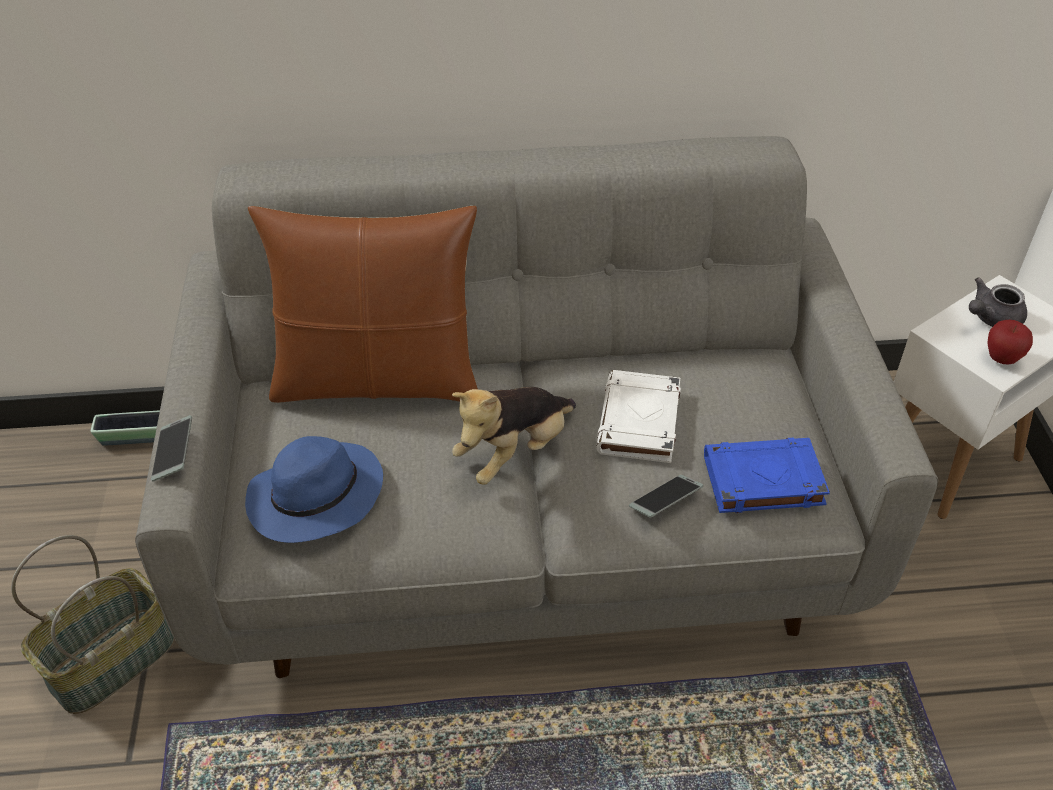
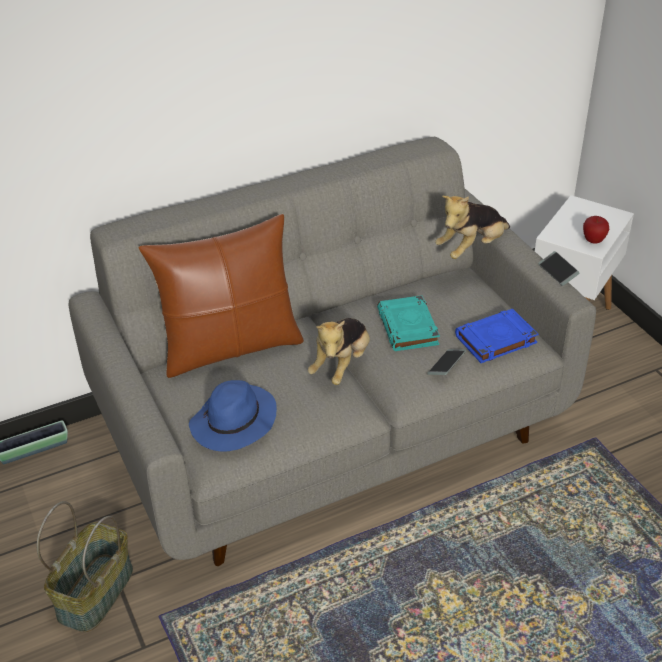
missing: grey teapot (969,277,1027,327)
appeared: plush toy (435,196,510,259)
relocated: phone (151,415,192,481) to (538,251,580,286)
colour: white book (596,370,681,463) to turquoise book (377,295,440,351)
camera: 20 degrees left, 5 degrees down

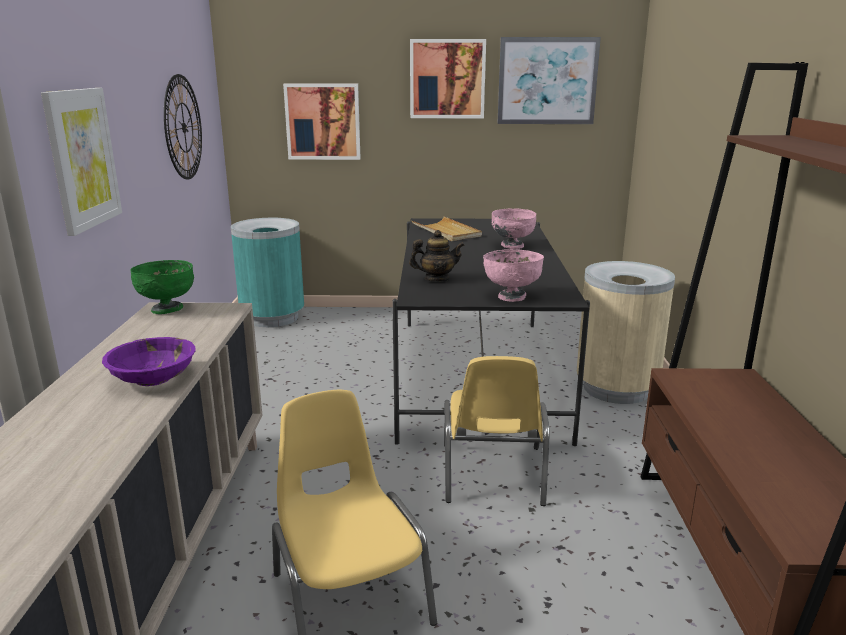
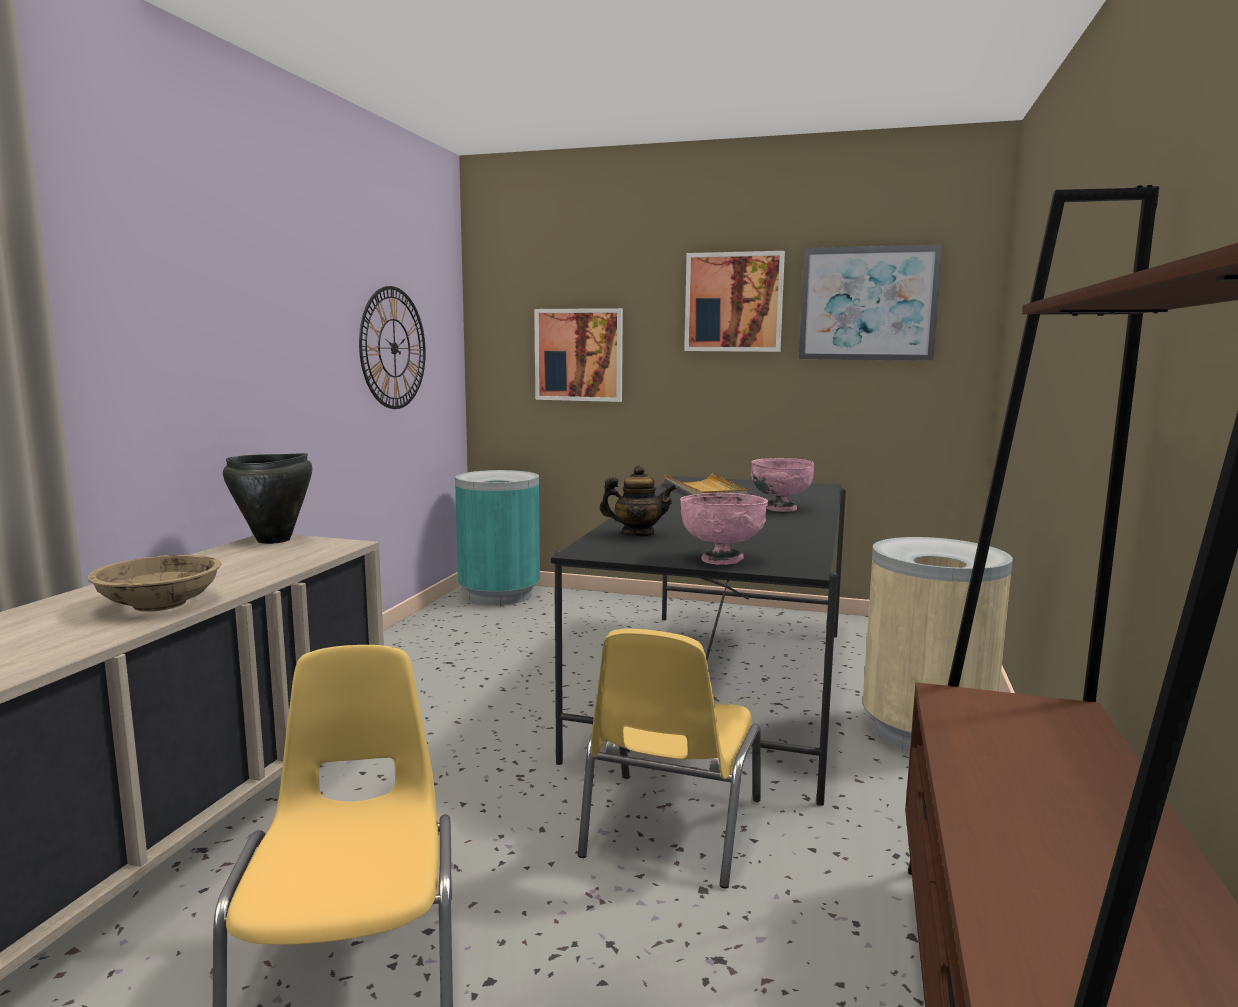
missing: picture (41,88,122,236)
exchanged: green bowl (130,260,194,314) to black cooking pot (223,453,312,544)
colour: purple bowl (102,337,195,386) to beige bowl (88,555,221,612)
camera: 15 degrees right, 10 degrees down

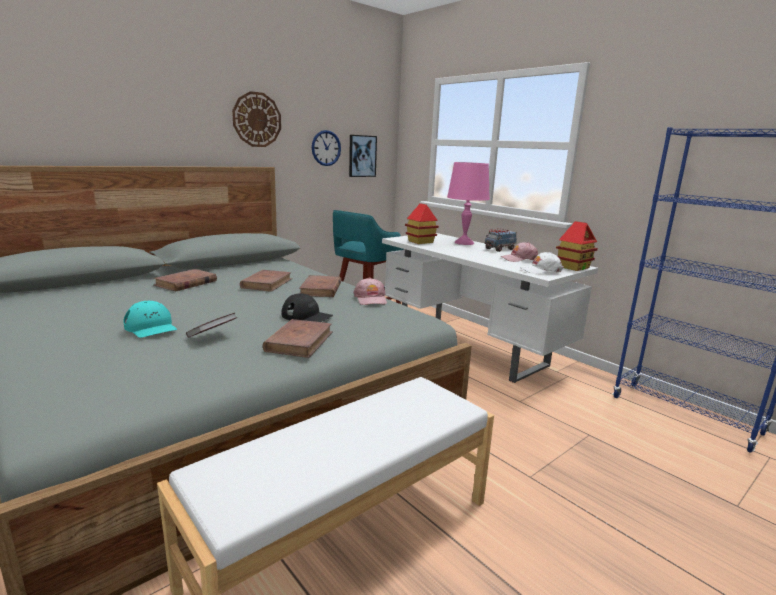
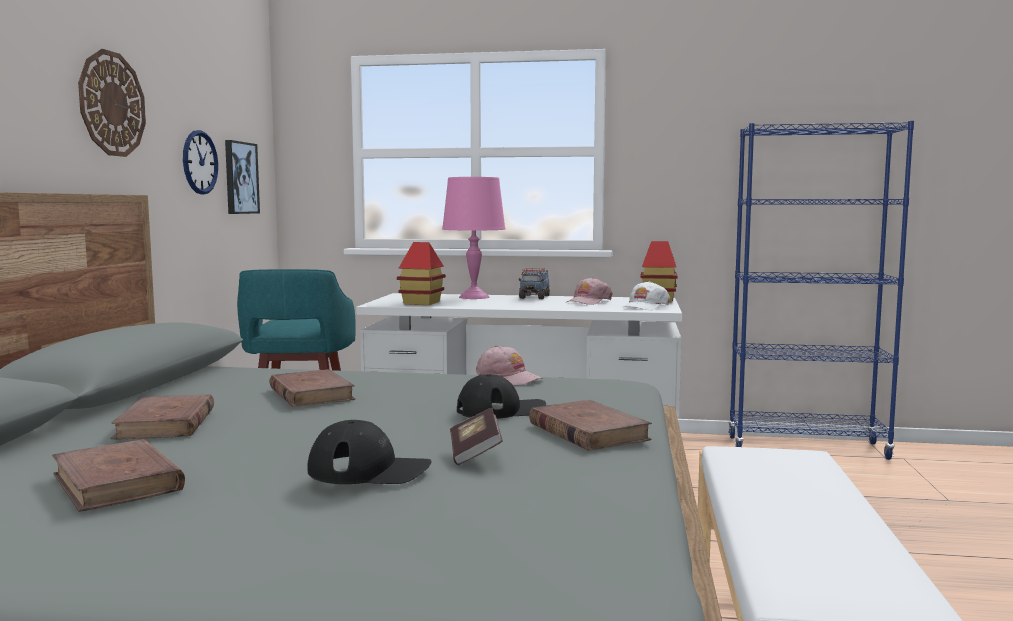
relocated: brown book (299,275,341,297) to (52,439,185,512)
colour: turquoise cap (123,301,177,338) to black cap (307,420,432,484)
camera: 40 degrees left, 10 degrees down

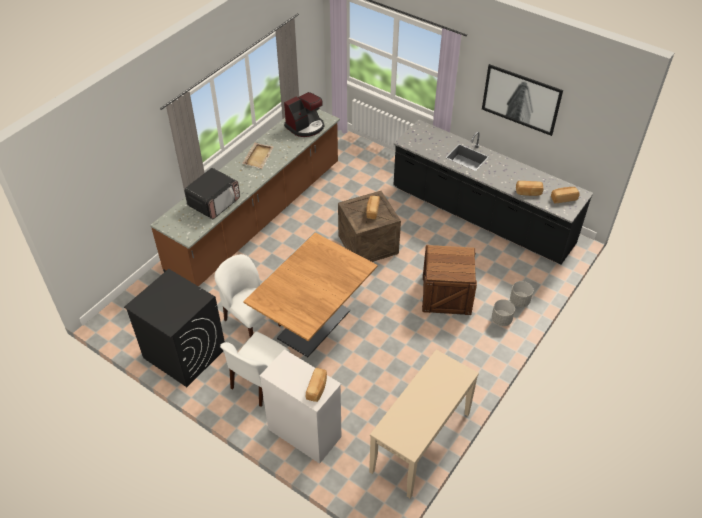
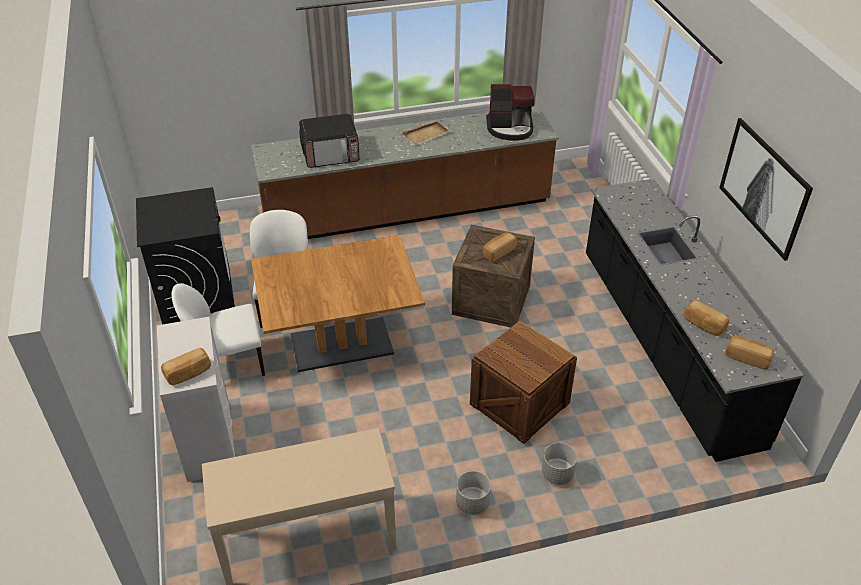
relocated: grey planter (510,281,533,307) to (456,471,491,515)
camera: 40 degrees right, 5 degrees down

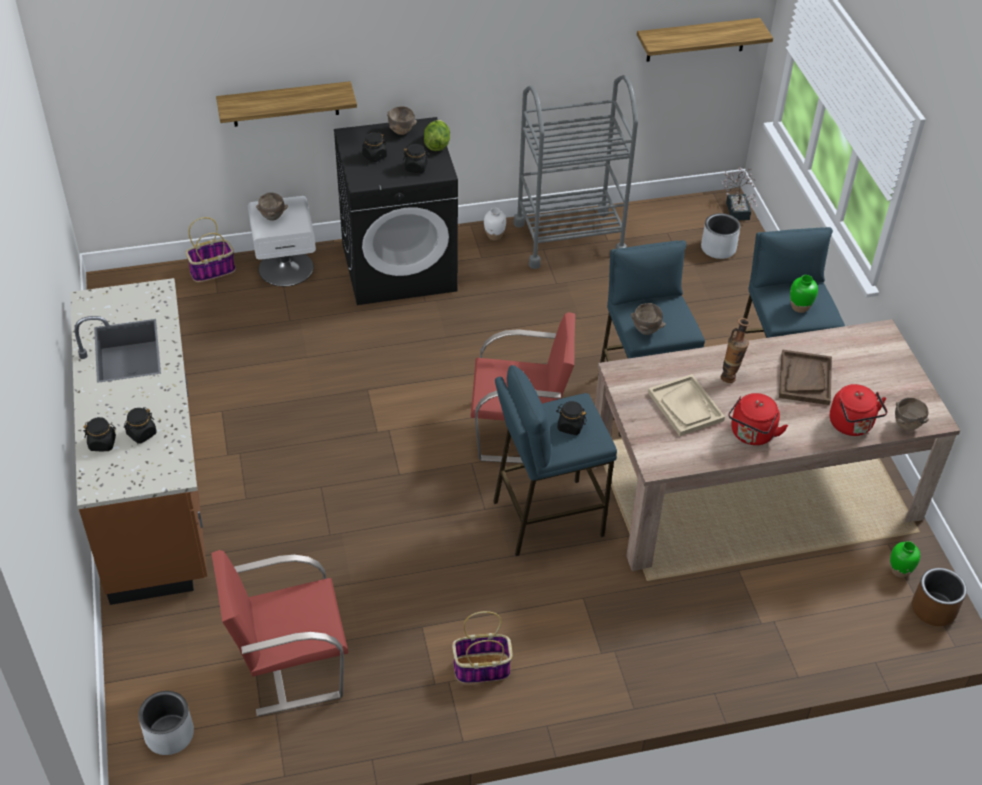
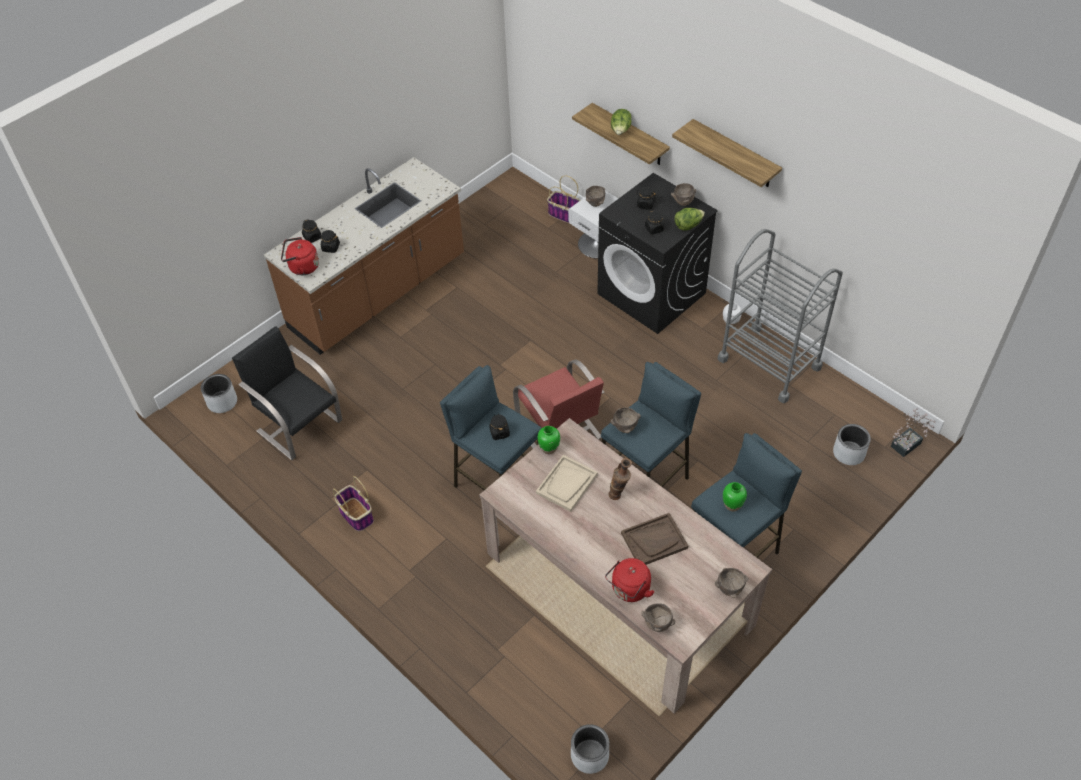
appeared: lettuce (611,109,631,135); brown bowl (715,568,749,598)
relocated: shelf (637,18,773,62) to (672,119,782,187); red kettle (728,393,788,445) to (281,237,319,275); green vase (890,541,920,577) to (537,426,560,454)
colour: red chair (211,550,348,716) to black chair (232,326,342,460); brown planter (912,568,967,626) to grey planter (571,724,609,774)
camera: 60 degrees right, 5 degrees up

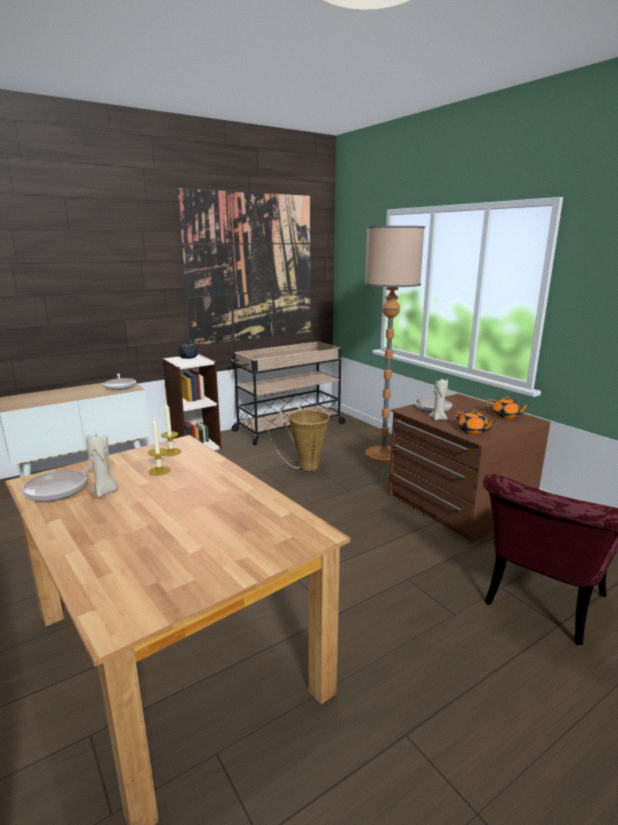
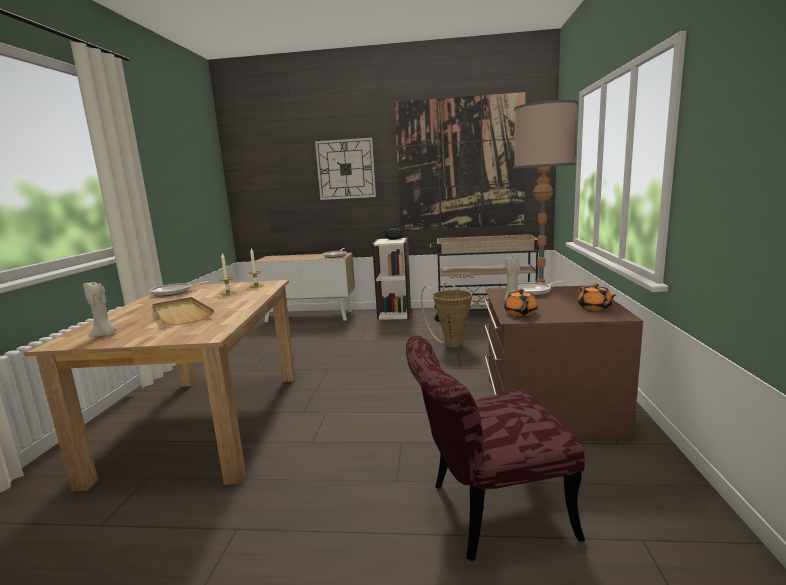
appeared: wall clock (315,138,376,200); beige tray (152,297,214,326)
relocated: beige candle (86,434,118,498) to (83,282,117,337)
camera: 40 degrees right, 5 degrees down

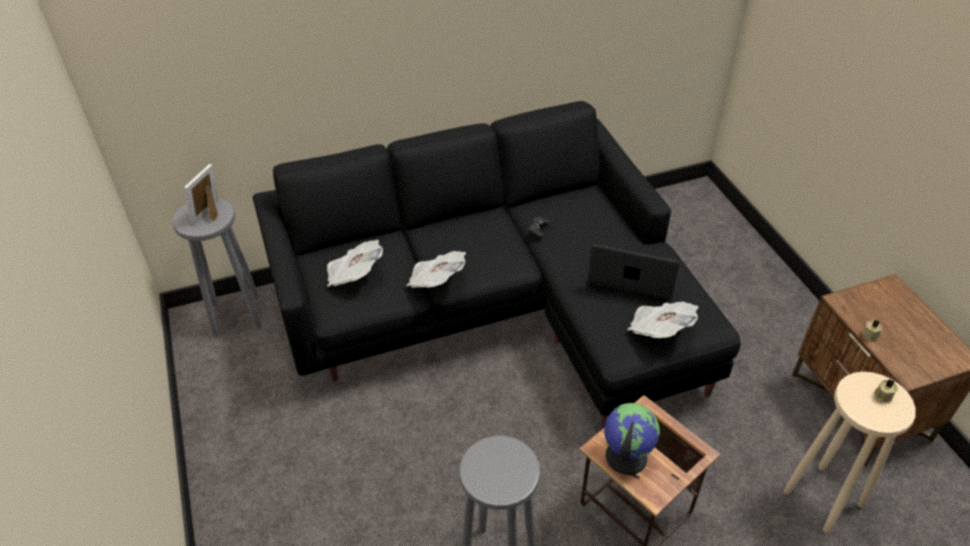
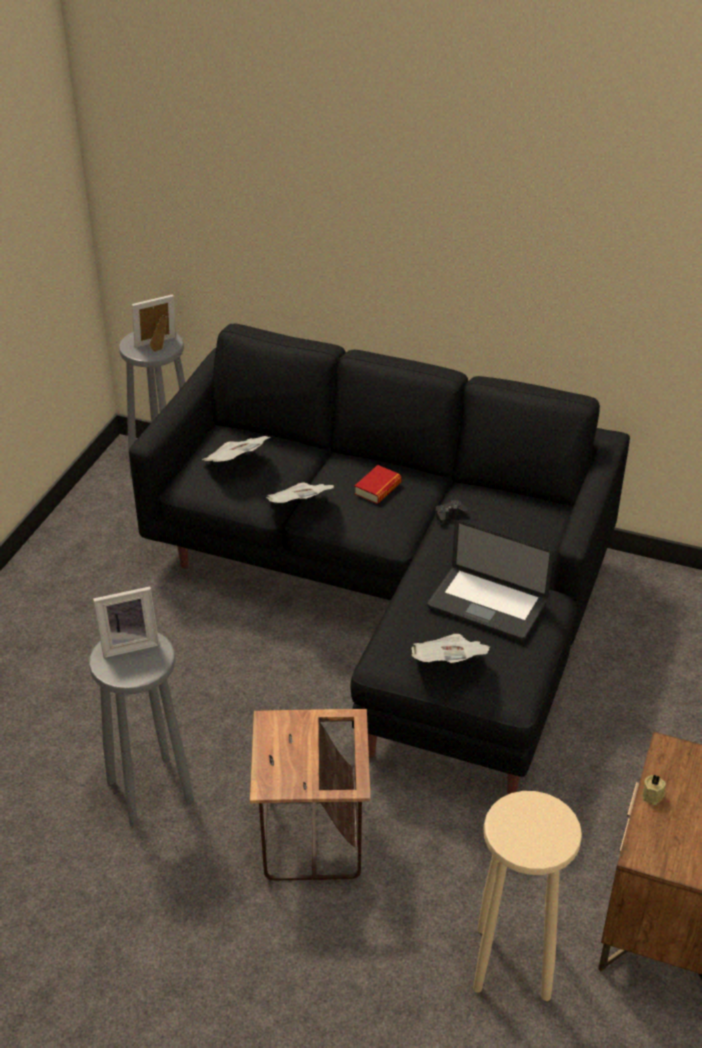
missing: beige candle (875,379,898,403); globe (604,403,660,475)
appeared: book (355,465,402,504); picture frame (93,586,159,658)
spun: laptop (588,245,679,300) = (427,520,554,641) 150 degrees clockwise
camera: 40 degrees right, 5 degrees down

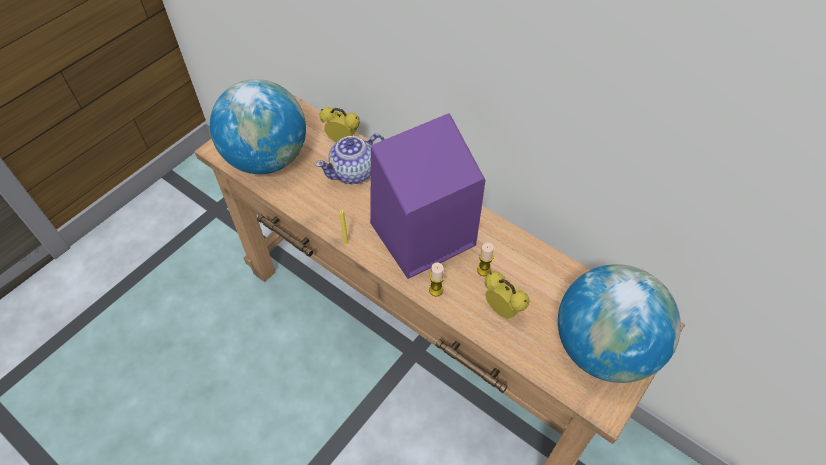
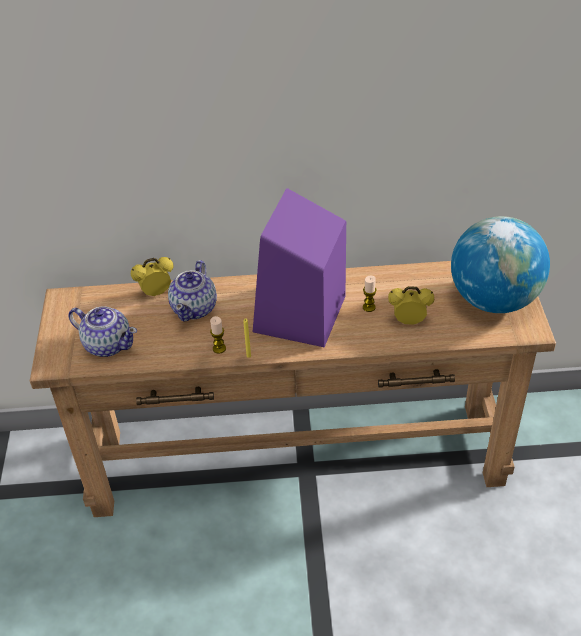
relocated: candle (429,262,444,296) to (210,316,226,354)
exchanged: globe (210,79,306,174) to teapot (69,307,137,357)
camera: 40 degrees left, 10 degrees down

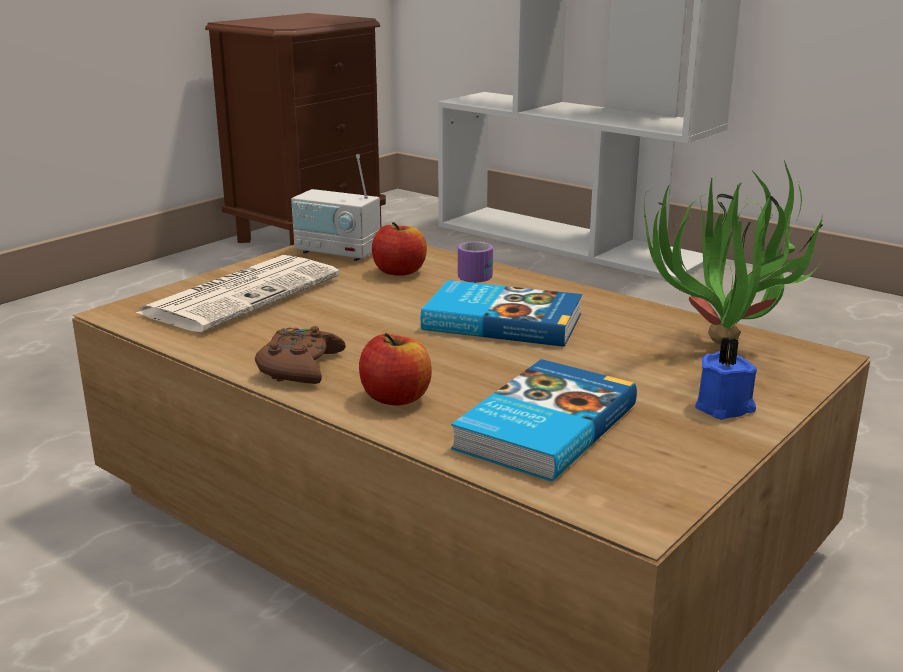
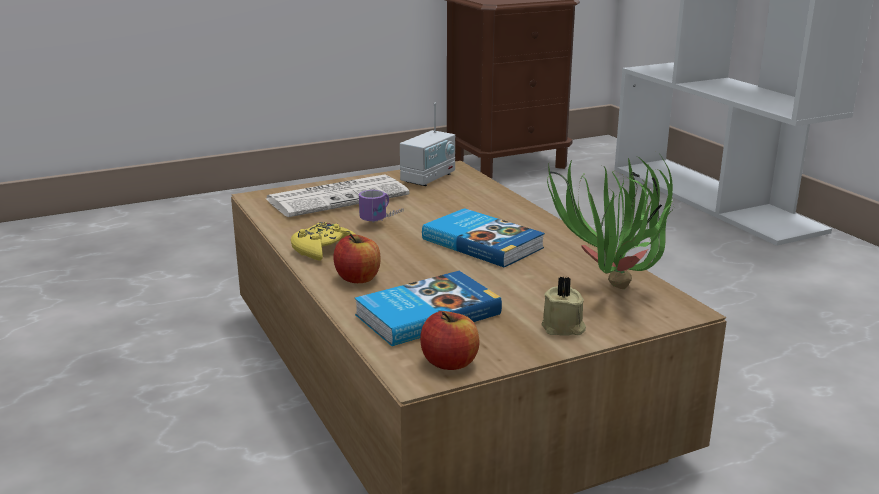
relocated: apple (372,222,427,276) to (420,311,480,370); mug (458,241,493,283) to (359,190,404,222)
colour: brown game controller (255,326,346,384) to yellow game controller (291,222,356,261); blue candle (695,337,757,420) to beige candle (541,277,586,336)
spun: radio (291,154,380,261) = (400,103,455,186) 105 degrees counterclockwise
camera: 25 degrees right, 0 degrees up

